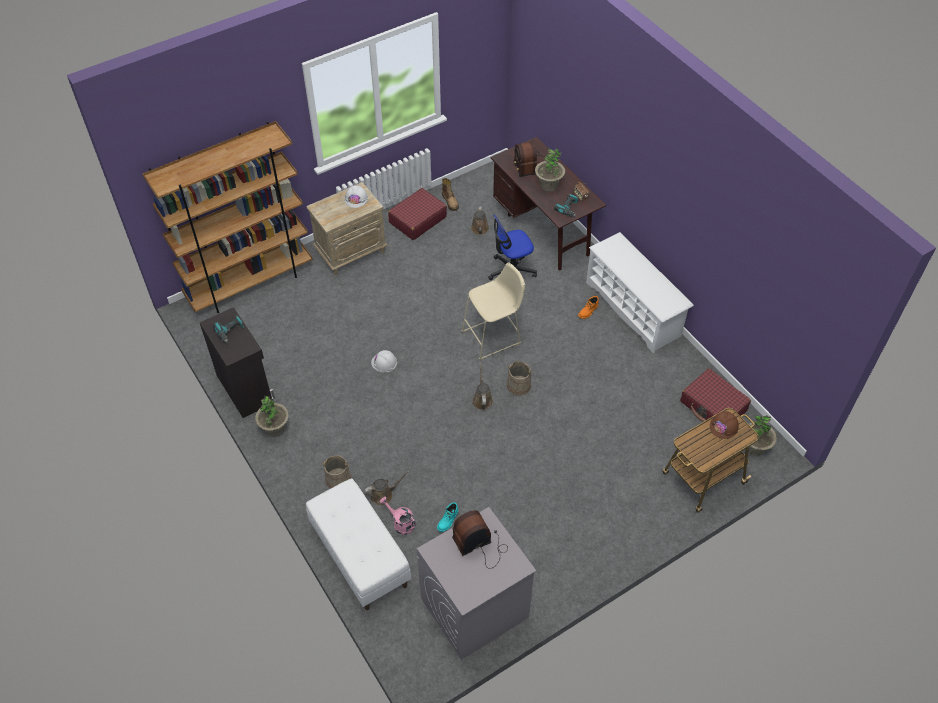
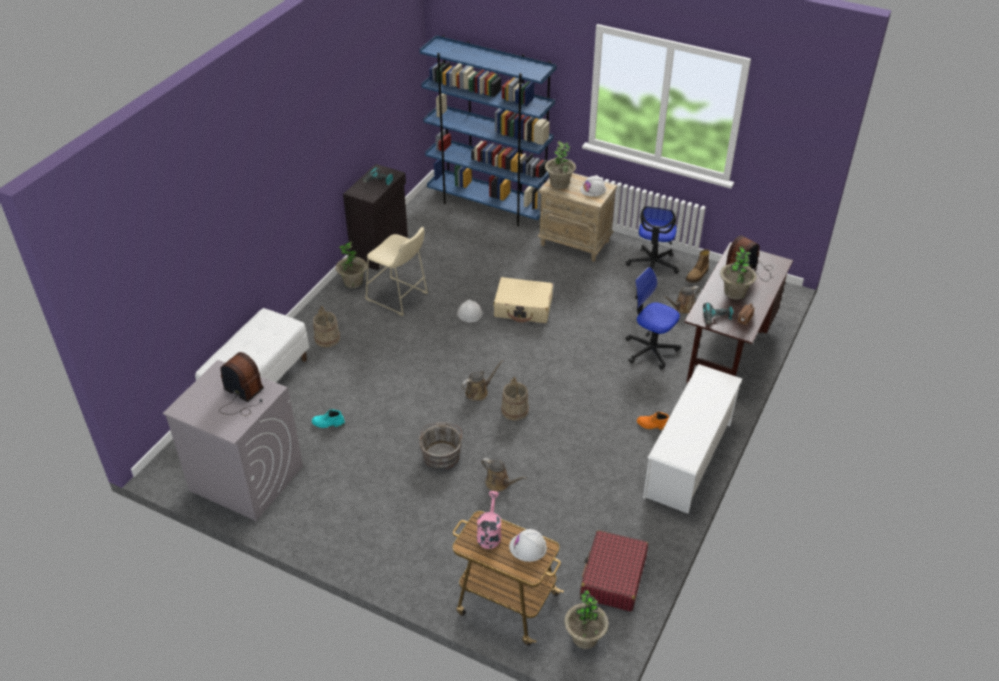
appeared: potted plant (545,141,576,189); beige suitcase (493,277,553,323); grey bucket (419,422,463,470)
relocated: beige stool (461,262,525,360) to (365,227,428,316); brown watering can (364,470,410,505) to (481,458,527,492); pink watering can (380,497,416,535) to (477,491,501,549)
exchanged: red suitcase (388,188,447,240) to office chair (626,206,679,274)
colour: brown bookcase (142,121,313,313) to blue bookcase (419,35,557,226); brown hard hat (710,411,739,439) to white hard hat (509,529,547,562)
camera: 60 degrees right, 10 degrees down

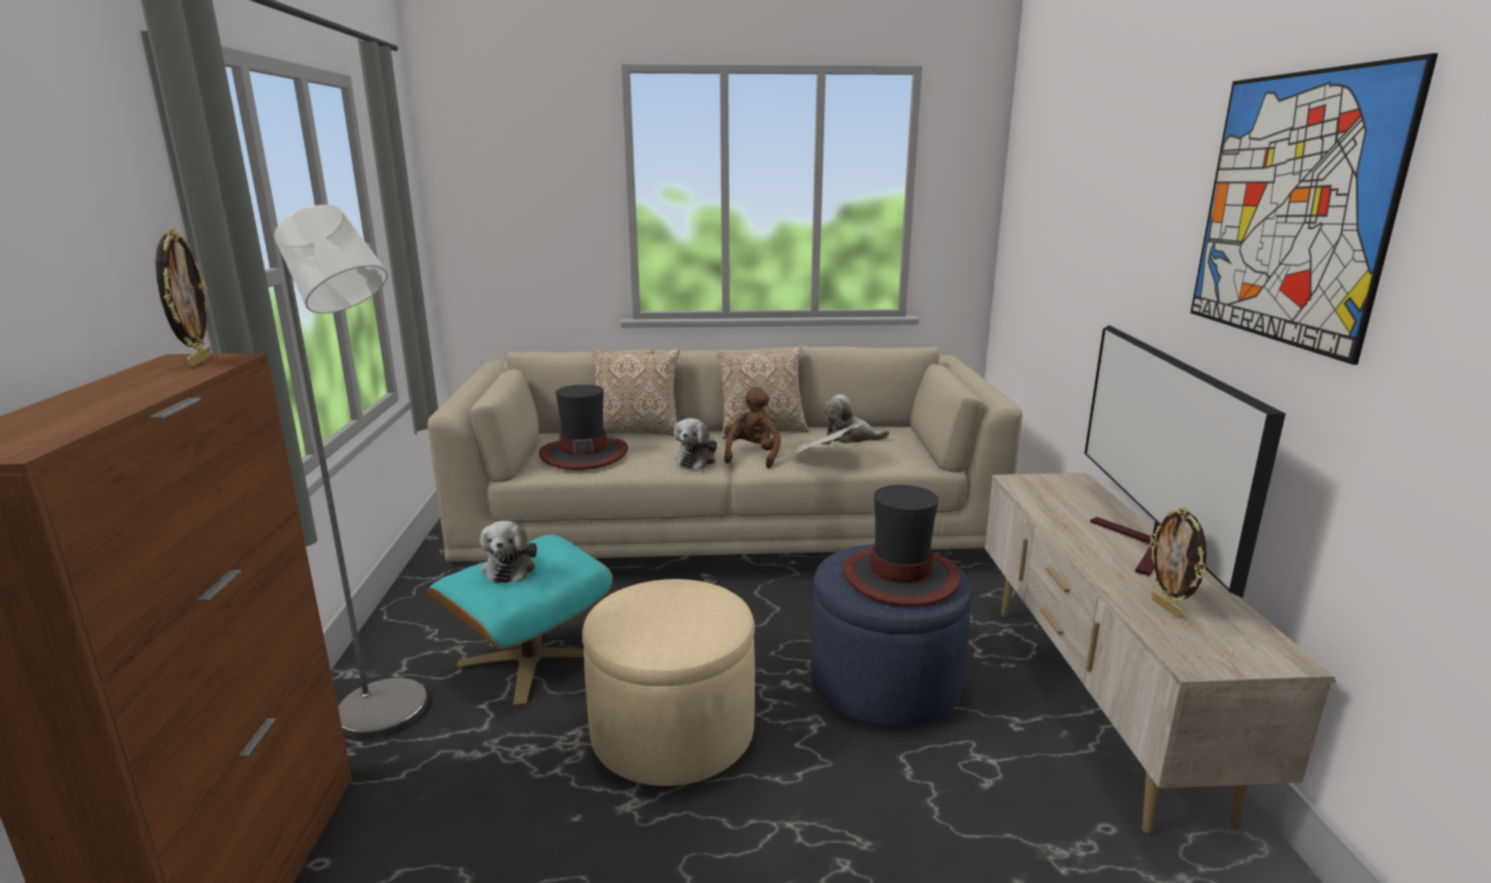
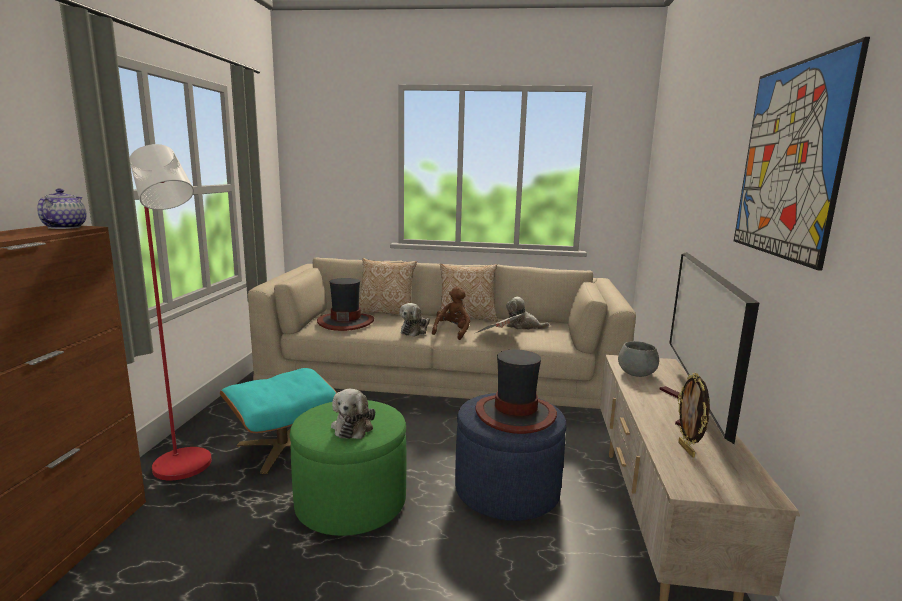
appeared: grey bowl (618,341,659,377)
relocated: plush toy (480,521,537,583) to (331,389,375,439)
exchanged: picture frame (156,228,212,367) to teapot (37,189,87,229)
colour: grey floor lamp (274,205,428,738) to red floor lamp (130,144,212,481); beige ottoman (582,579,755,786) to green ottoman (290,400,406,536)
camera: 10 degrees right, 5 degrees down

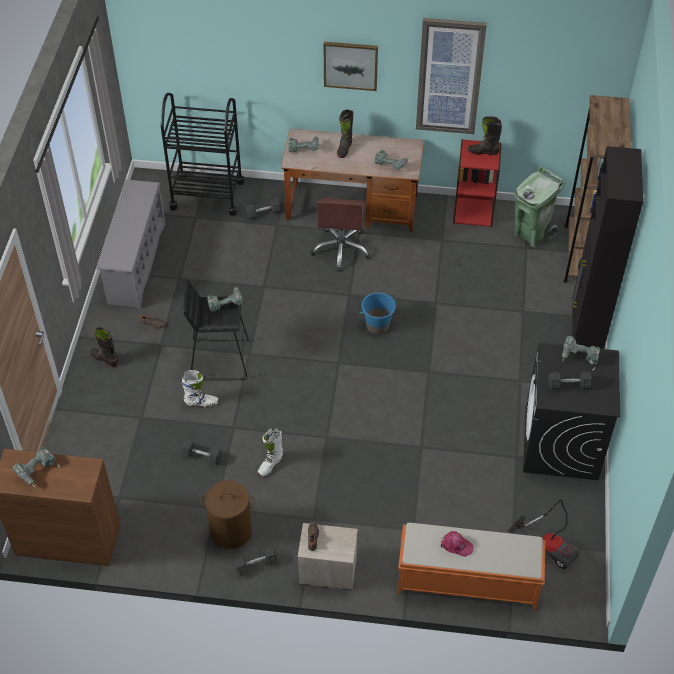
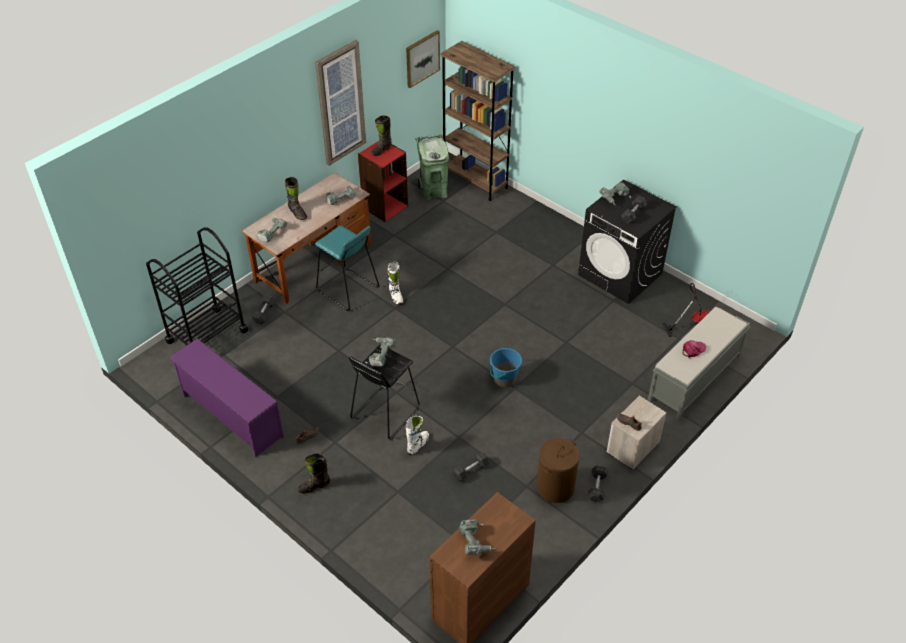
missing: black cabinet (572,146,643,349)
relocated: picture (324,42,378,91) to (406,30,440,88); blue bucket (359,292,396,334) to (490,347,522,387); white boot (258,428,283,477) to (388,261,403,305)
exchanged: brown office chair (310,198,371,272) to turquoise stool (315,225,379,311)
colour: grey shoe rack (96,180,165,309) to purple shoe rack (169,338,284,457); orange bench (398,523,546,610) to grey bench (648,307,750,420)
camera: 55 degrees left, 5 degrees down

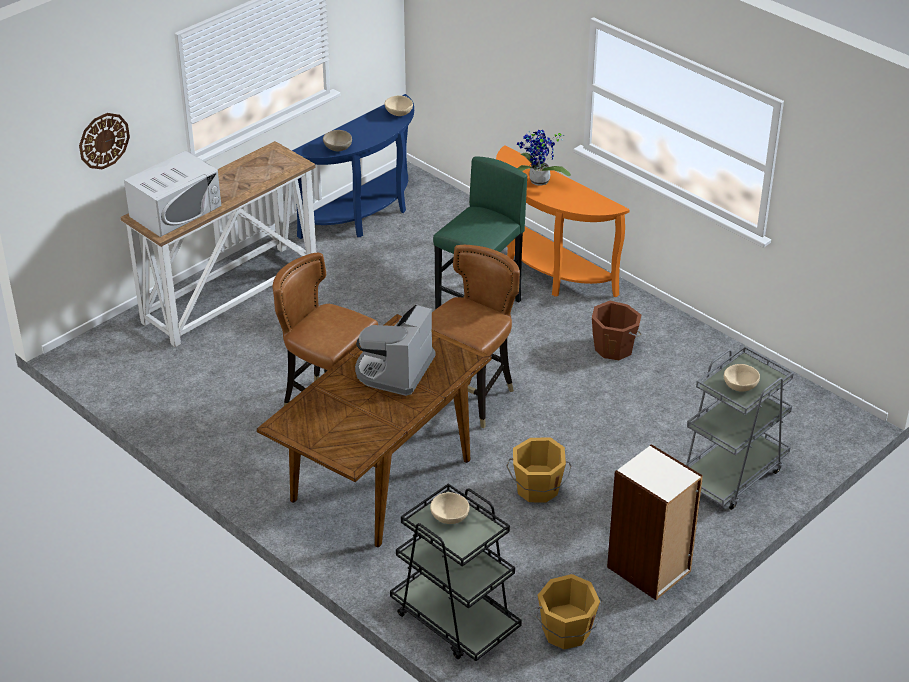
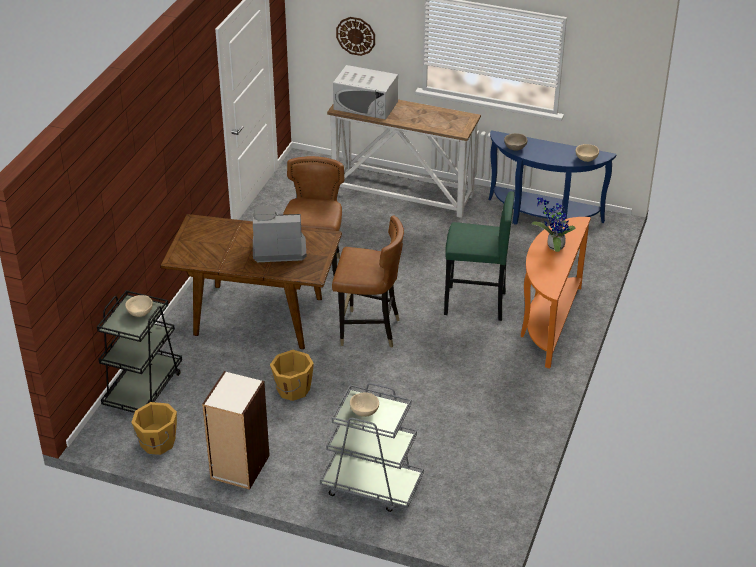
missing: brown bucket (592,301,642,360)
camera: 65 degrees right, 0 degrees up

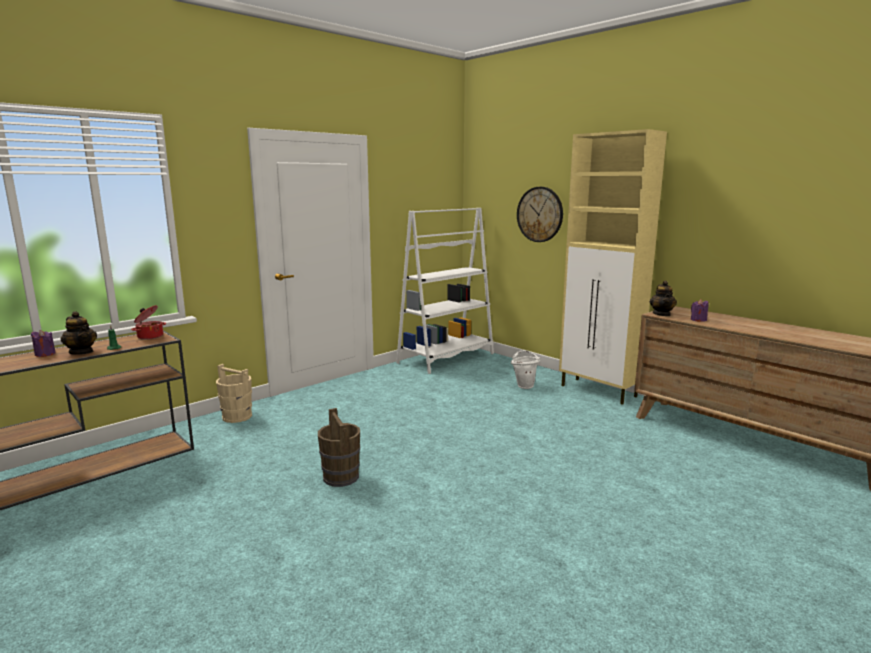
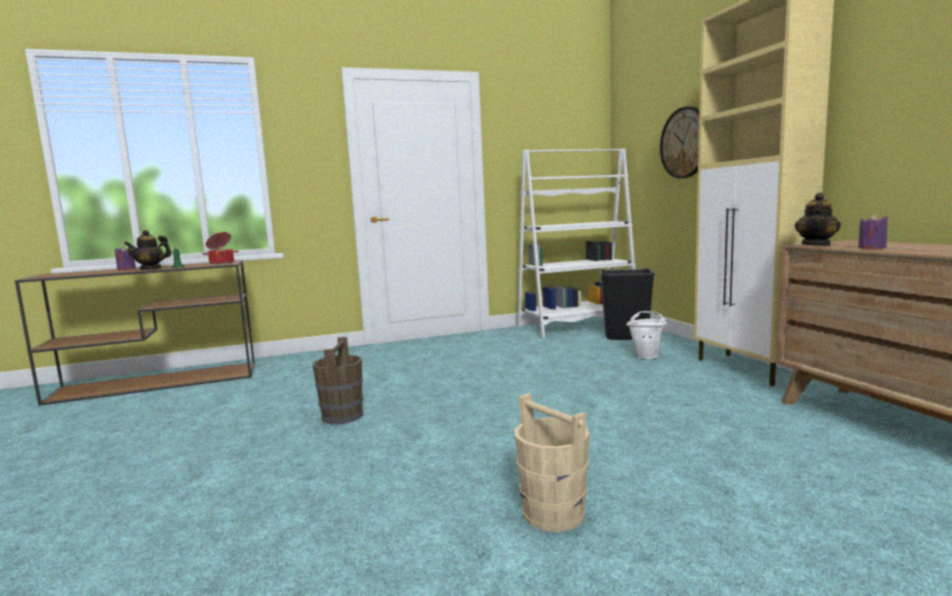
appeared: black trash can (599,269,655,340)
relocated: beige bucket (216,364,252,423) to (514,393,590,532)
spun: teapot (61,311,97,355) = (124,230,172,270) 60 degrees clockwise
camera: 25 degrees right, 5 degrees down

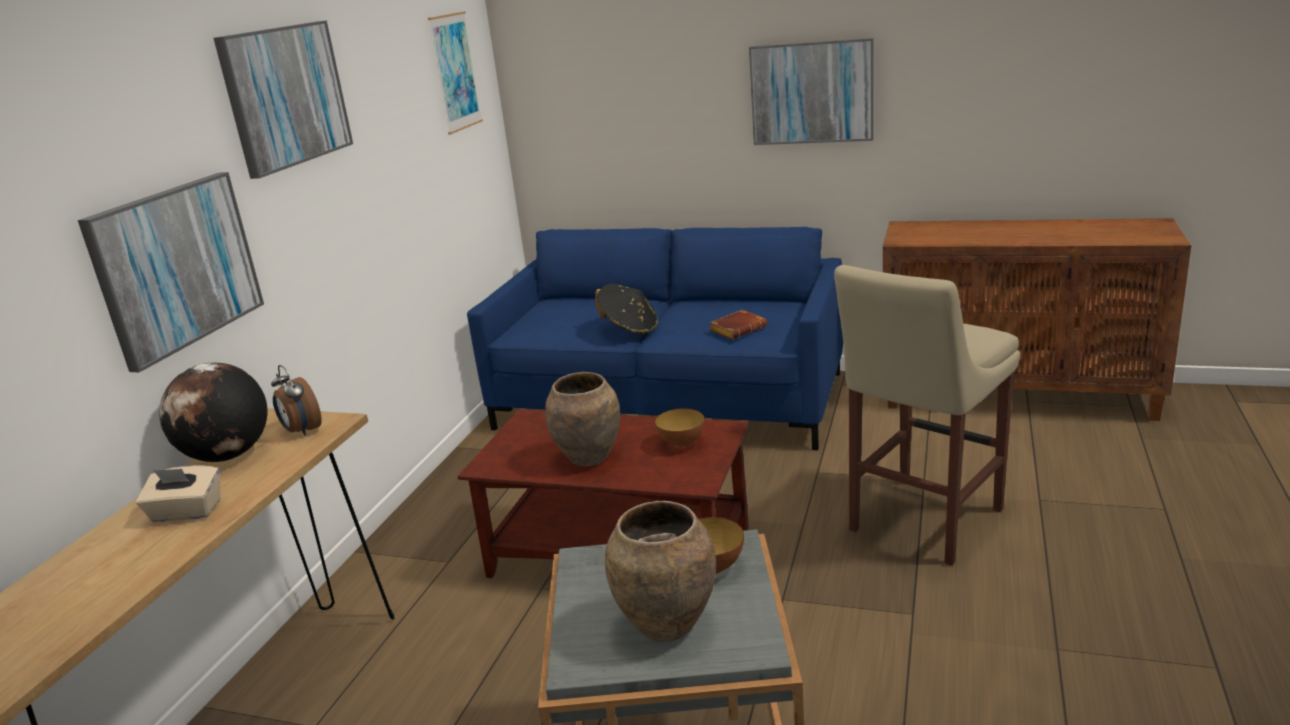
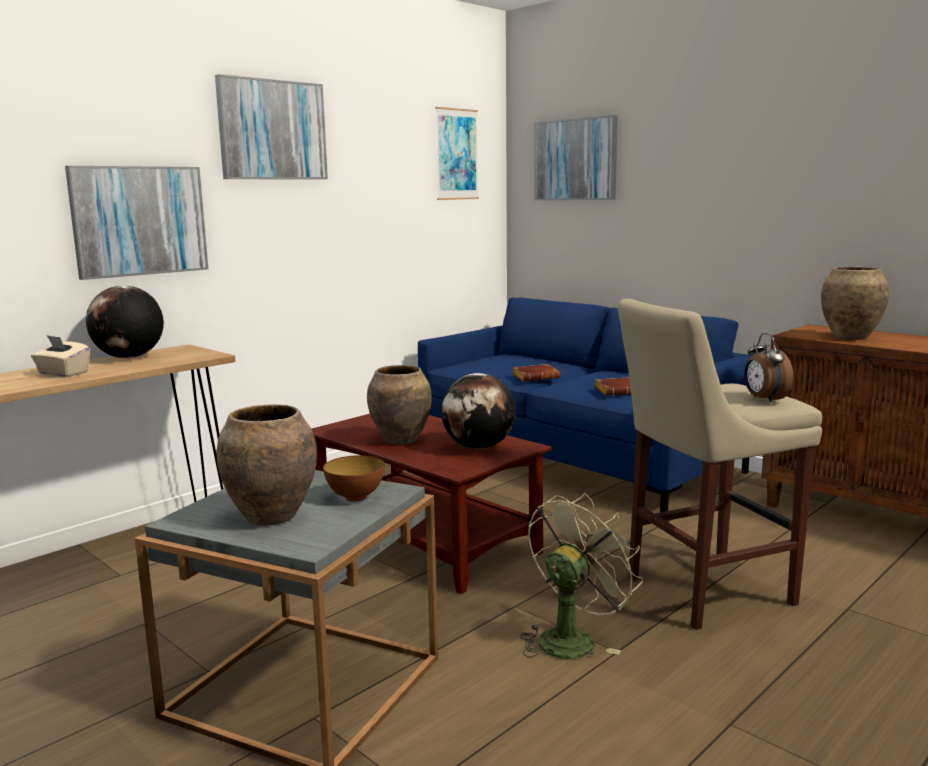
appeared: brown vase (821,266,889,340); green fan (520,493,643,659)
relocated: picture (749,38,874,145) to (534,115,618,200); alarm clock (271,365,322,436) to (744,333,793,403)
exchanged: black hat (595,284,658,334) to brown book (512,364,560,381); bowl (655,408,705,448) to globe (441,373,516,449)
camera: 25 degrees right, 10 degrees down

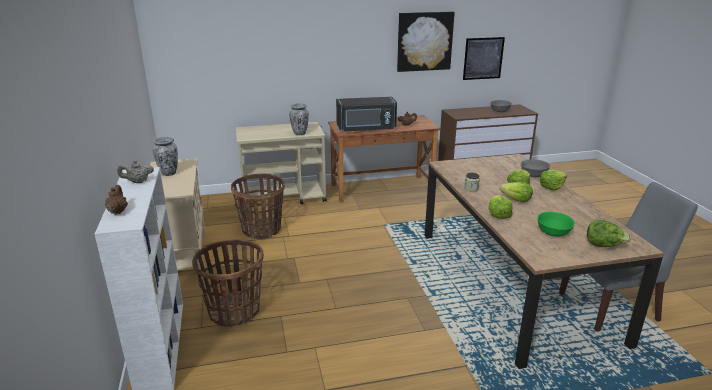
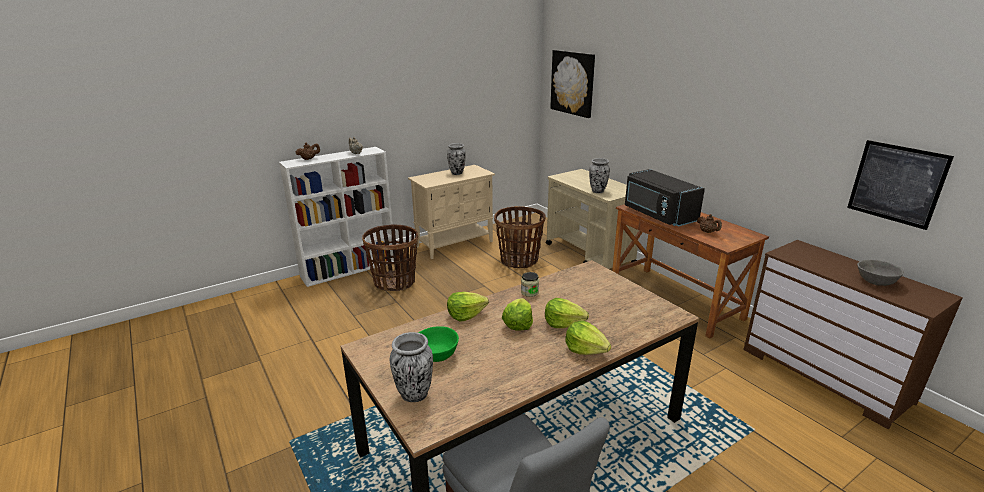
missing: grey bowl (520,159,550,177)
relocated: picture (397,11,455,72) to (550,50,595,118)
exchanged: lettuce (587,220,631,247) to vase (390,332,433,402)
camera: 70 degrees right, 0 degrees up

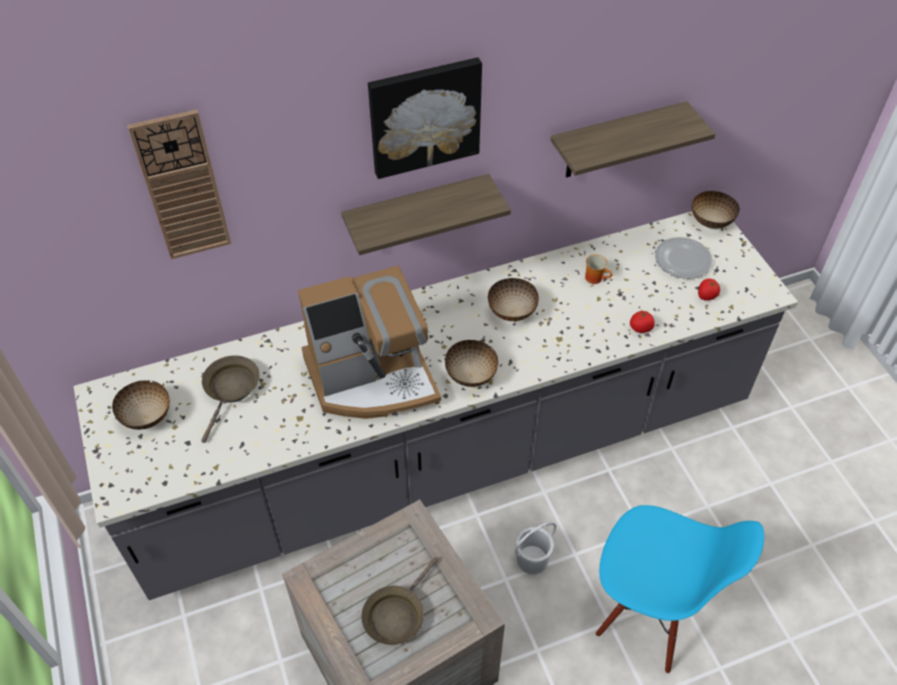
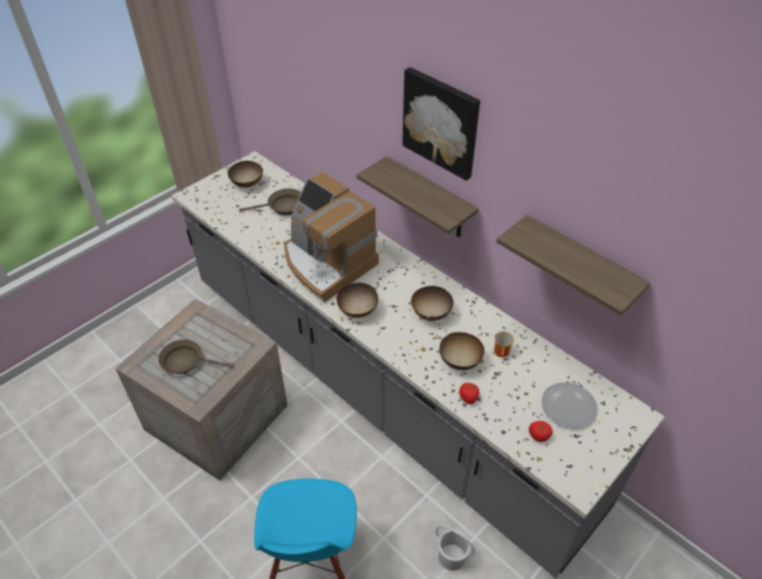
missing: wall clock (127,109,231,259)
relocated: bowl (691,191,740,229) to (439,332,485,370); white bucket (515,522,556,574) to (436,526,475,571)
camera: 65 degrees right, 5 degrees down

